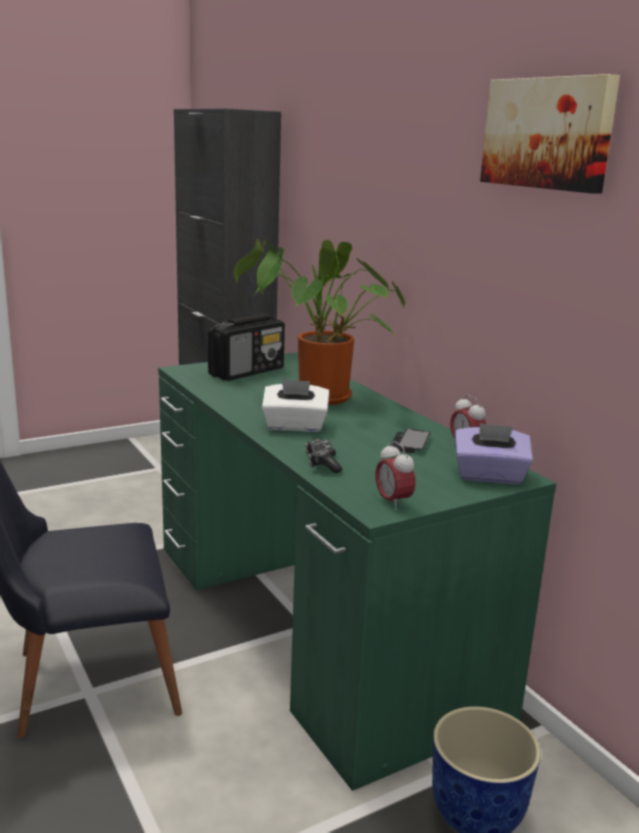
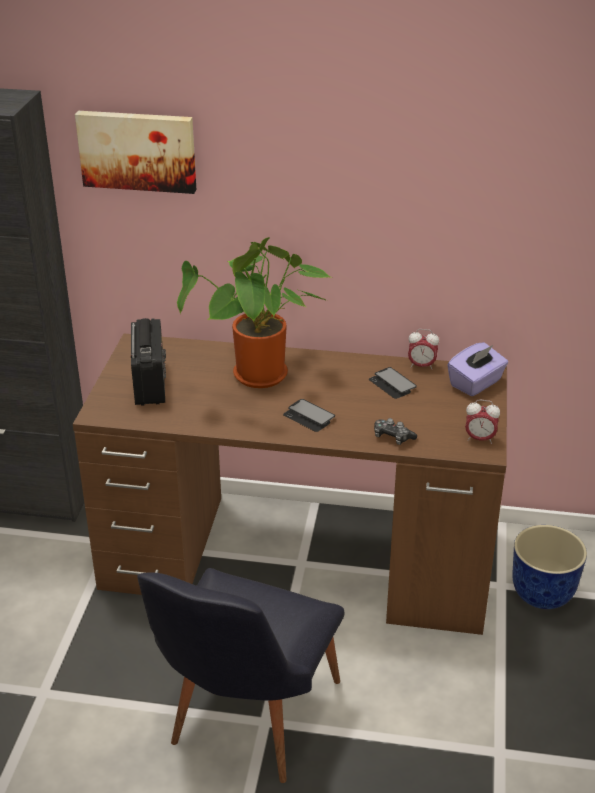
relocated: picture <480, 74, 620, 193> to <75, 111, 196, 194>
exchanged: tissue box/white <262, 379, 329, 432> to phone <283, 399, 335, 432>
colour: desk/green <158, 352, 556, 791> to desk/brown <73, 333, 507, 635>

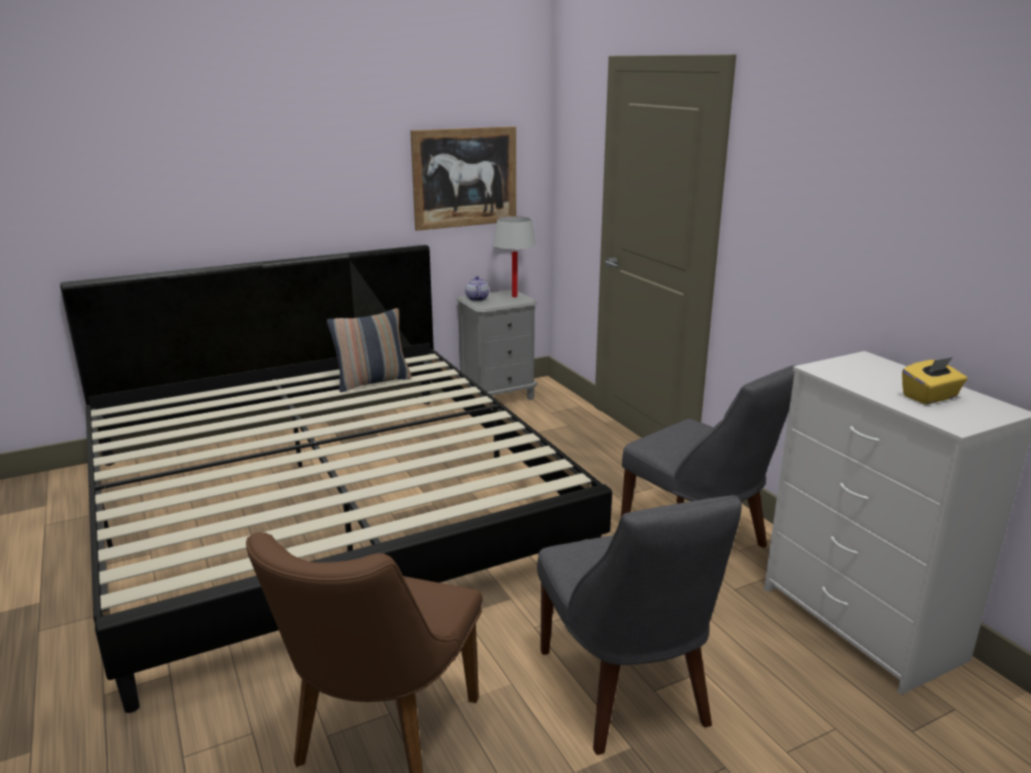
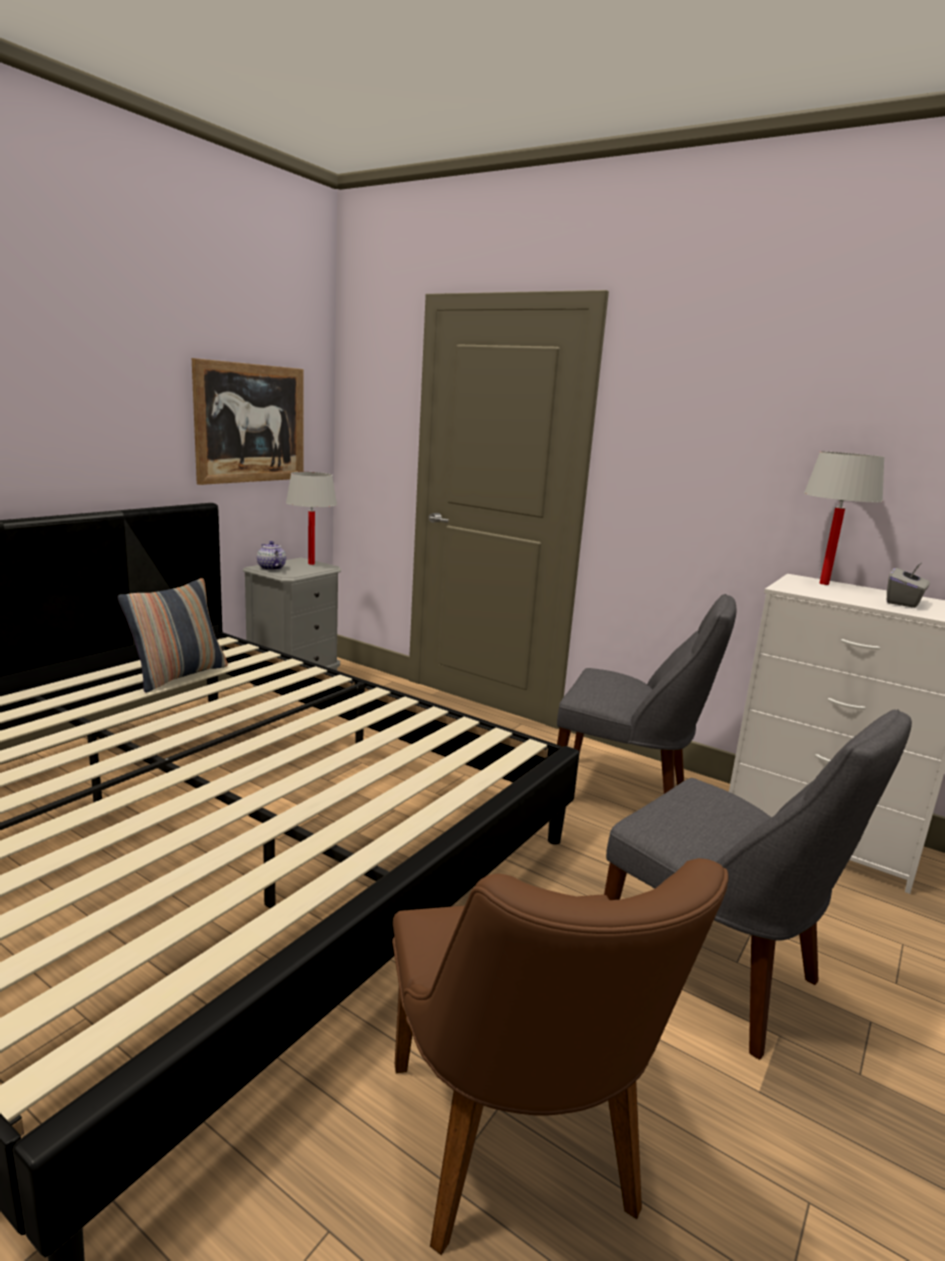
appeared: table lamp/white <804, 451, 885, 585>
colour: tissue box/yellow <902, 357, 967, 404> to tissue box/grey <887, 563, 930, 608>

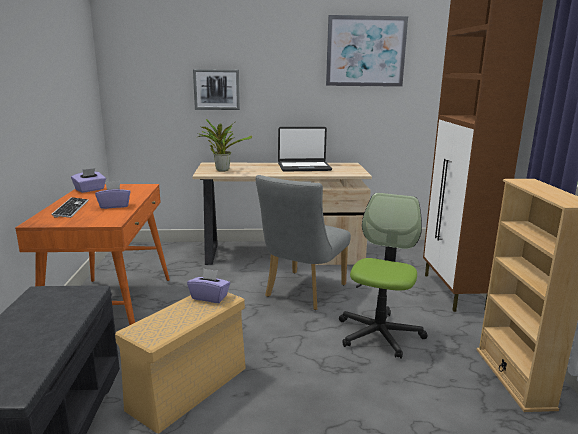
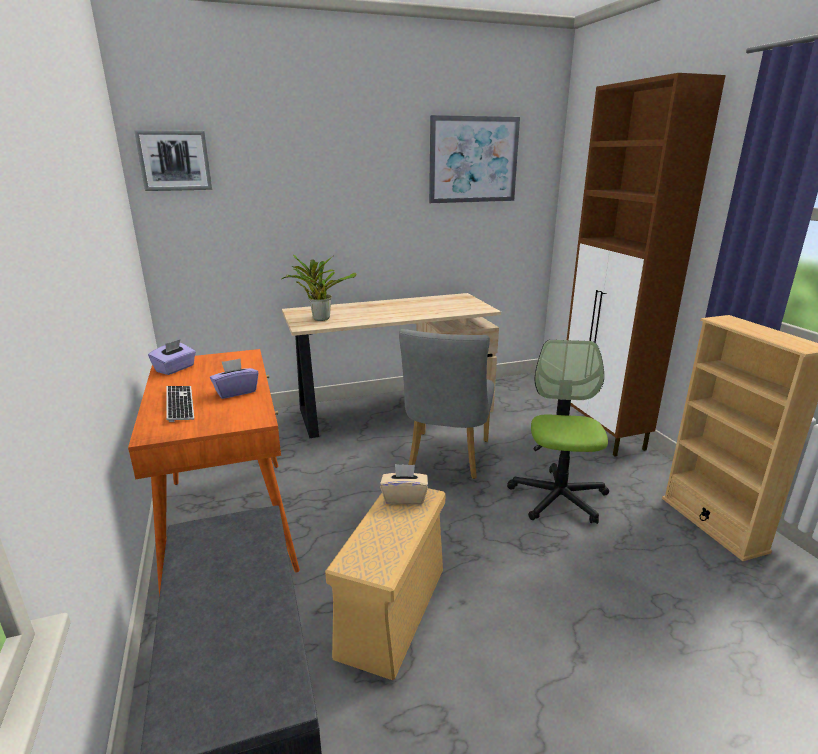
missing: laptop <278, 127, 332, 172>
relocated: picture <193, 69, 240, 110> to <134, 130, 212, 191>
colour: tissue box/purple <187, 269, 230, 303> to tissue box/beige <380, 464, 428, 505>

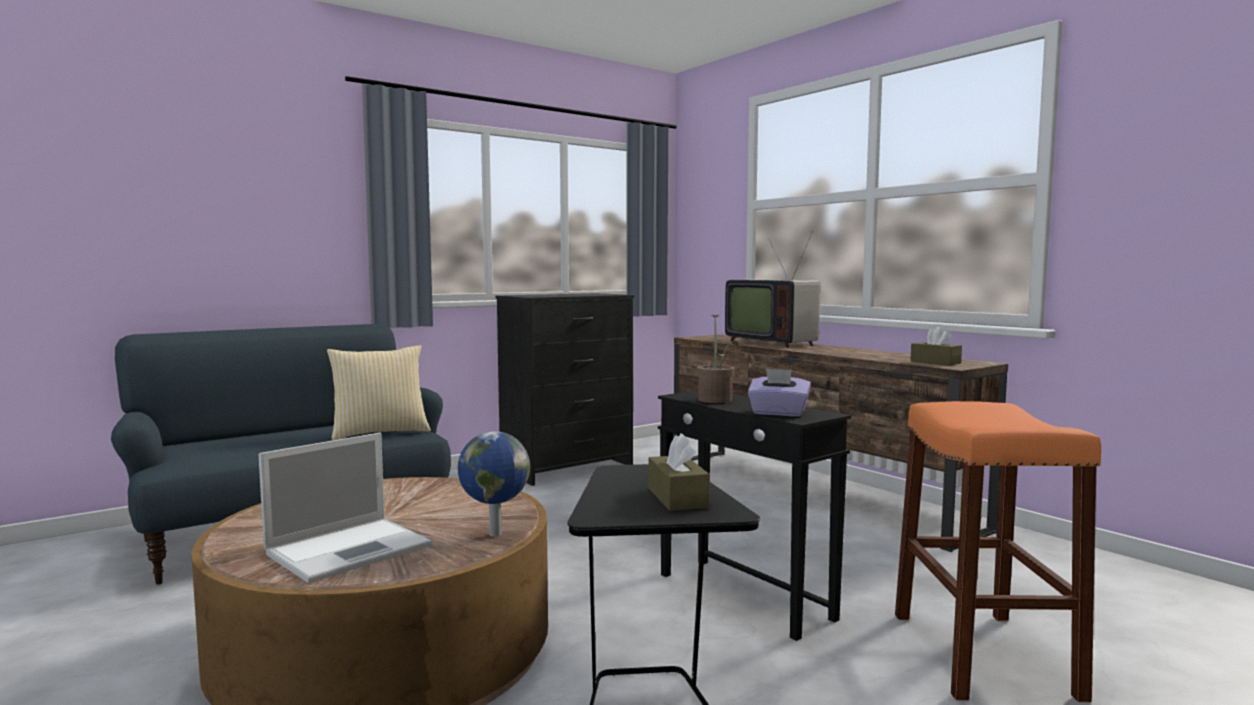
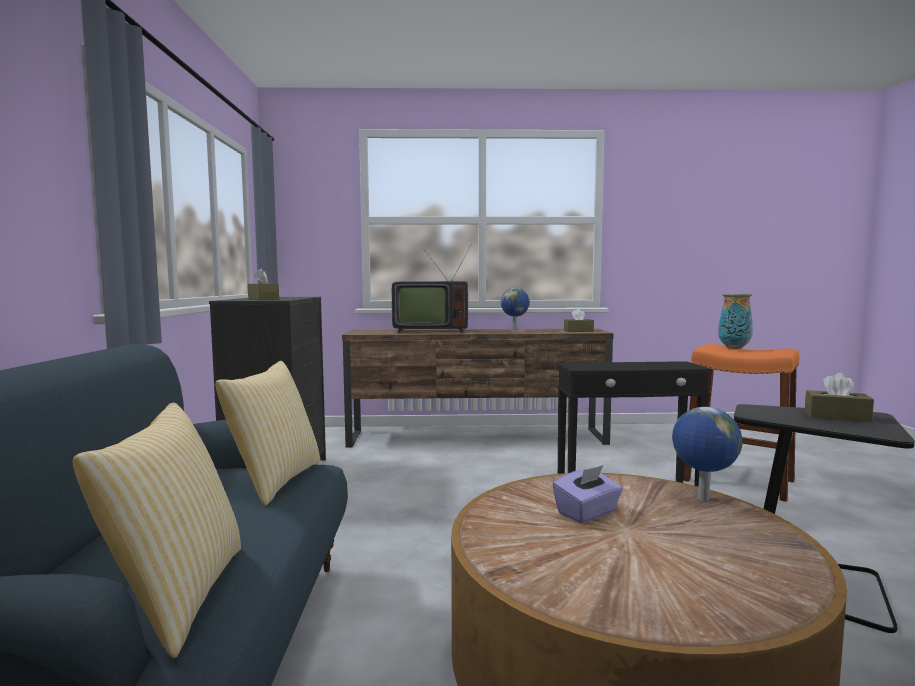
missing: potted plant <697, 315, 738, 403>; laptop <259, 433, 432, 583>
appeared: tissue box/brown <248, 268, 279, 300>; globe <501, 288, 530, 330>; vase <718, 293, 753, 349>; pillow <73, 403, 241, 658>
relocated: tissue box/purple <748, 368, 811, 417> to <552, 465, 623, 523>

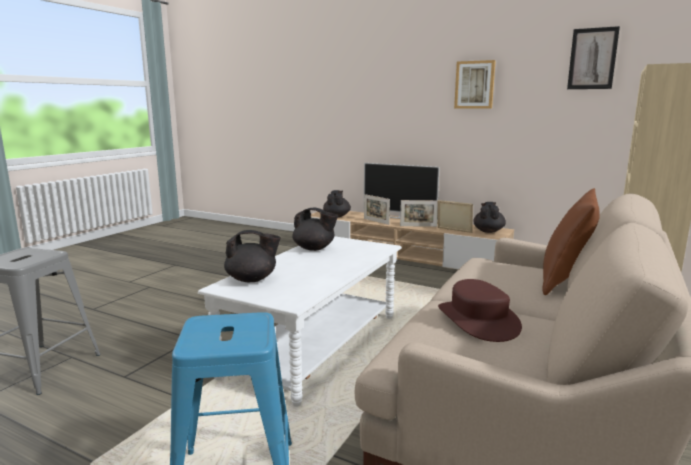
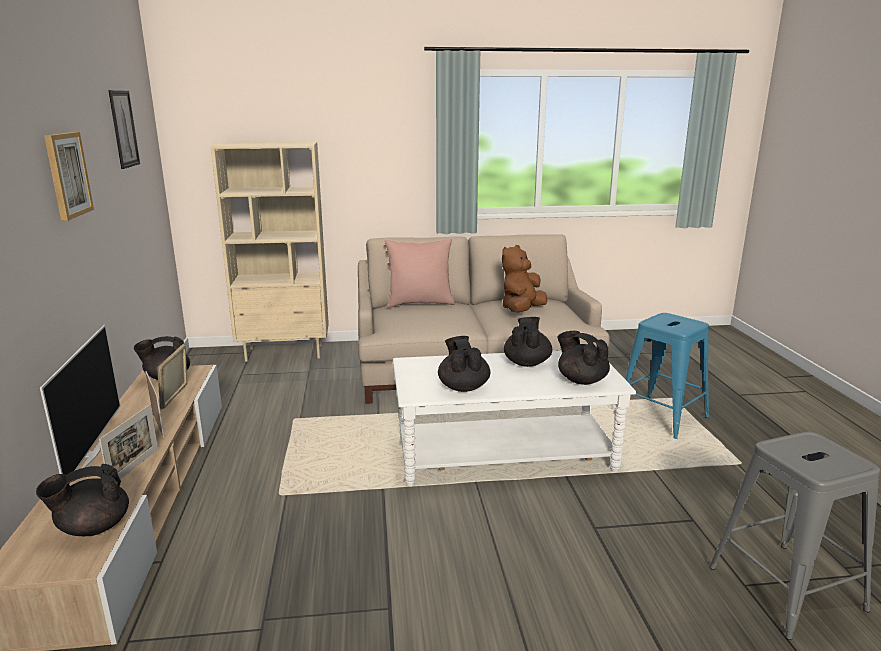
appeared: teapot/black <504, 317, 552, 367>
exchanged: hat/brown <438, 279, 522, 342> to plush toy/brown <502, 245, 547, 312>
colour: pillow/brown <542, 188, 600, 295> to pillow/pink <384, 239, 455, 308>

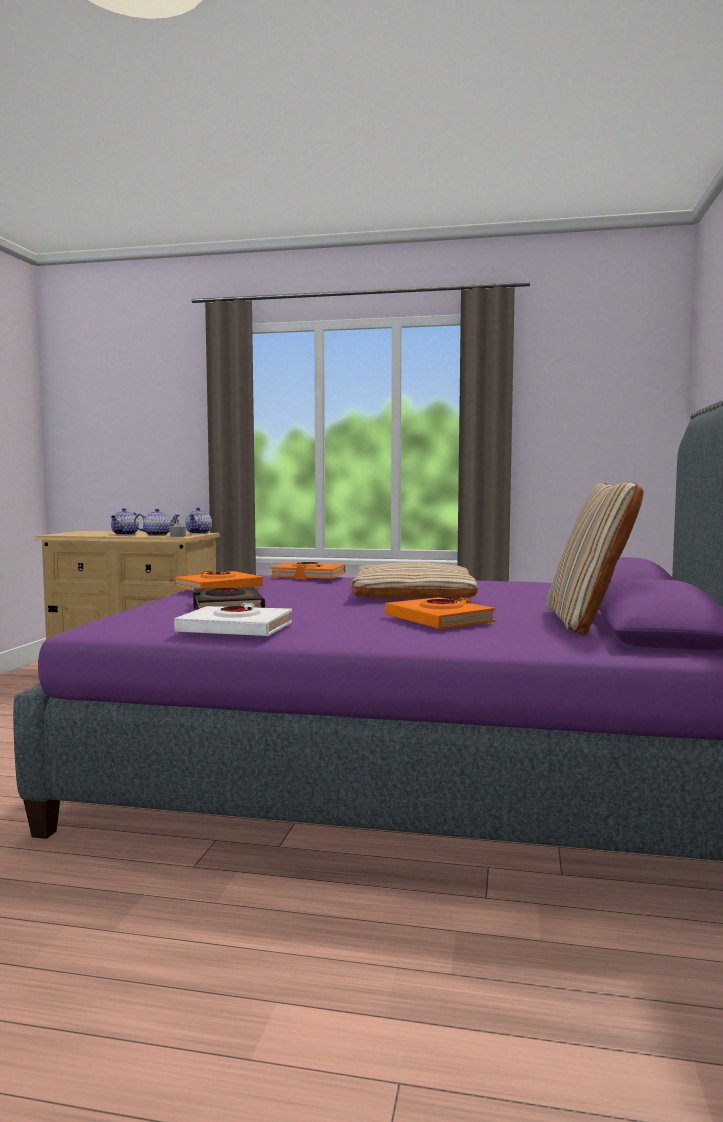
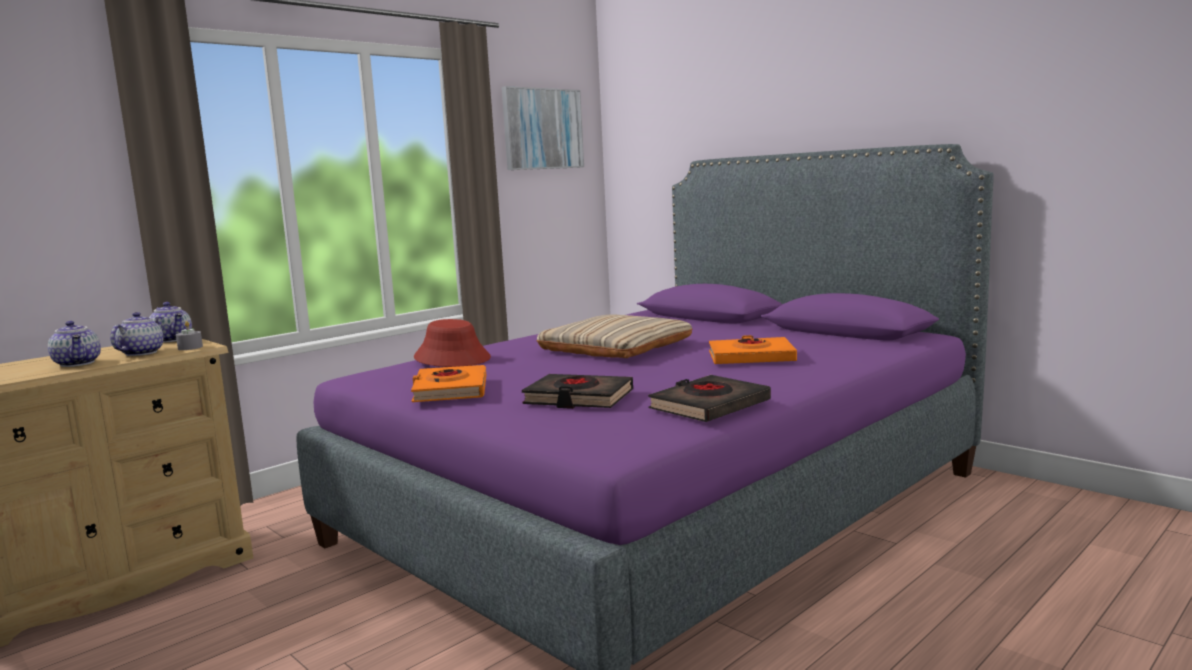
missing: pillow/beige <546, 482, 644, 634>
appeared: picture <502, 86, 584, 170>
exchanged: book/orange <271, 562, 346, 579> to hat/red <414, 319, 491, 367>
colour: book/white <174, 603, 292, 636> to book/black <648, 375, 771, 422>

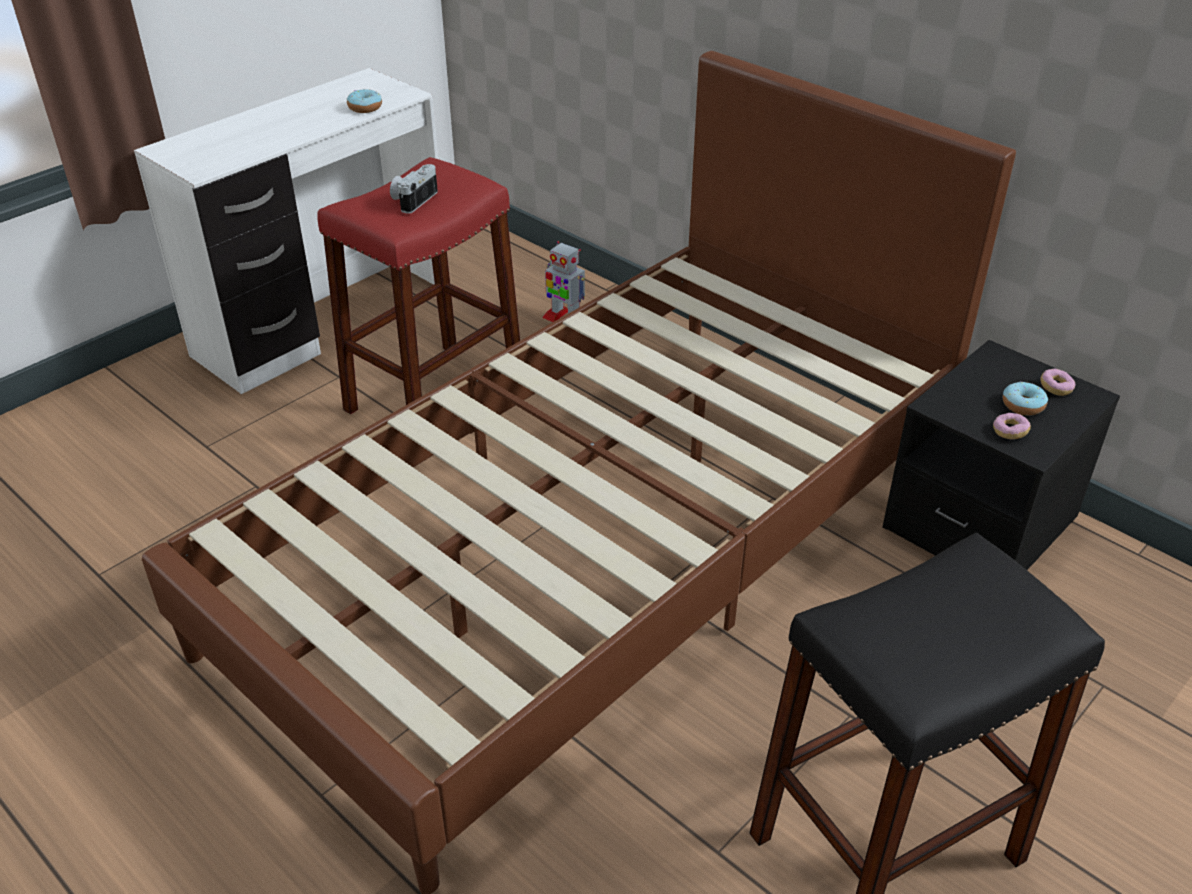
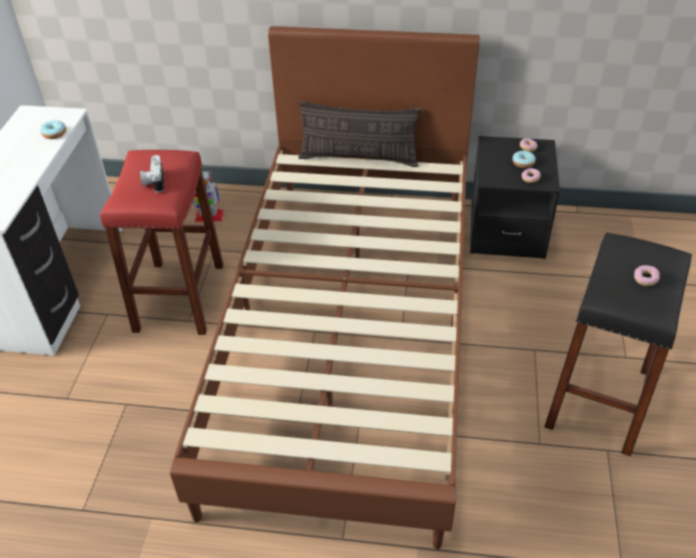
appeared: pillow <298, 101, 421, 167>; donut <634, 265, 660, 286>

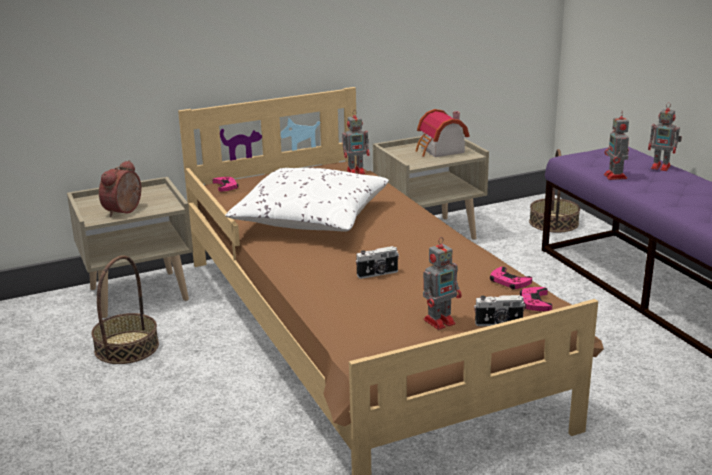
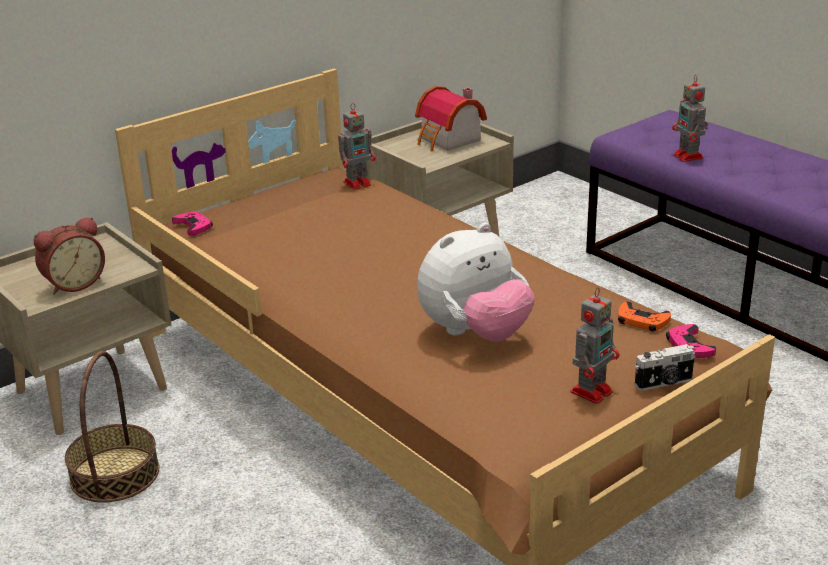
missing: toy robot <648, 102, 682, 171>; basket <529, 149, 580, 233>; pillow/white <225, 168, 389, 231>
exchanged: photo camera <355, 246, 399, 279> to plush toy <417, 223, 535, 342>
colour: game controller/pink <490, 266, 532, 289> to game controller/orange <618, 301, 671, 331>
spun: alarm clock <99, 160, 141, 217> = <34, 217, 105, 295> 135 degrees counterclockwise

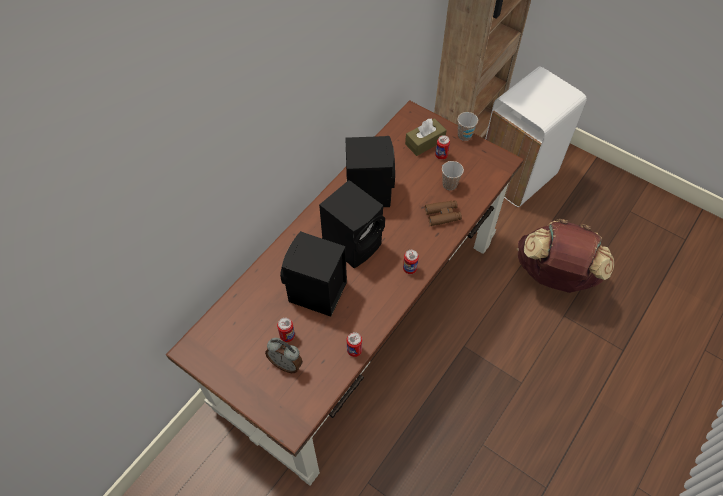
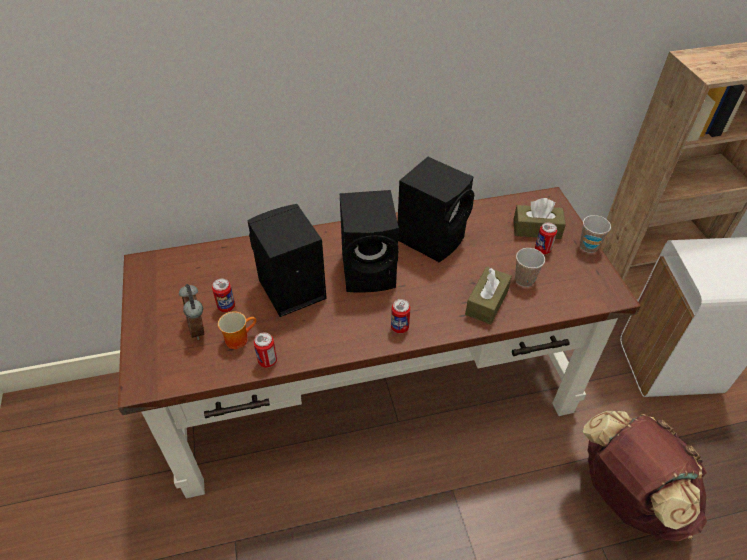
appeared: mug <218, 311, 256, 349>
exchanged: binoculars/brown <425, 200, 462, 226> to tissue box/brown <465, 267, 512, 325>

